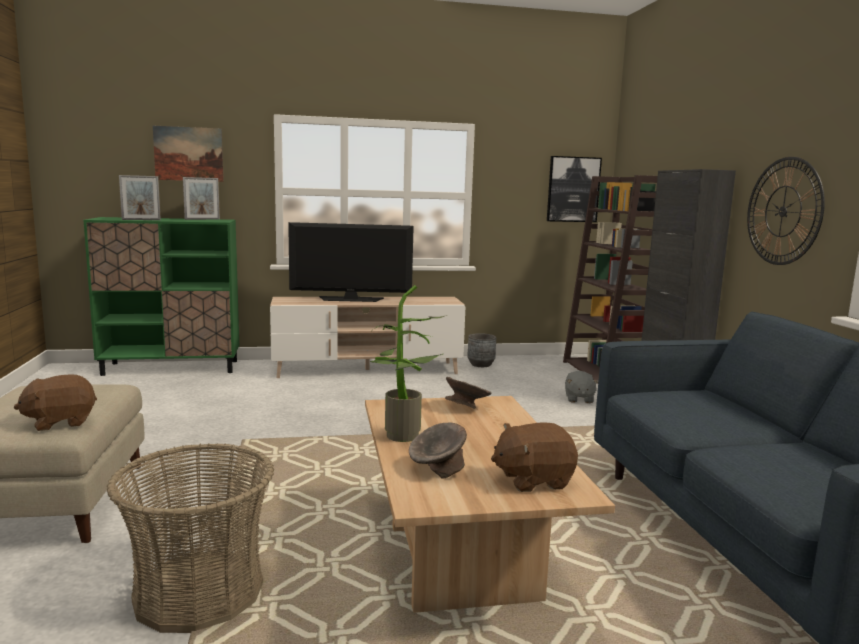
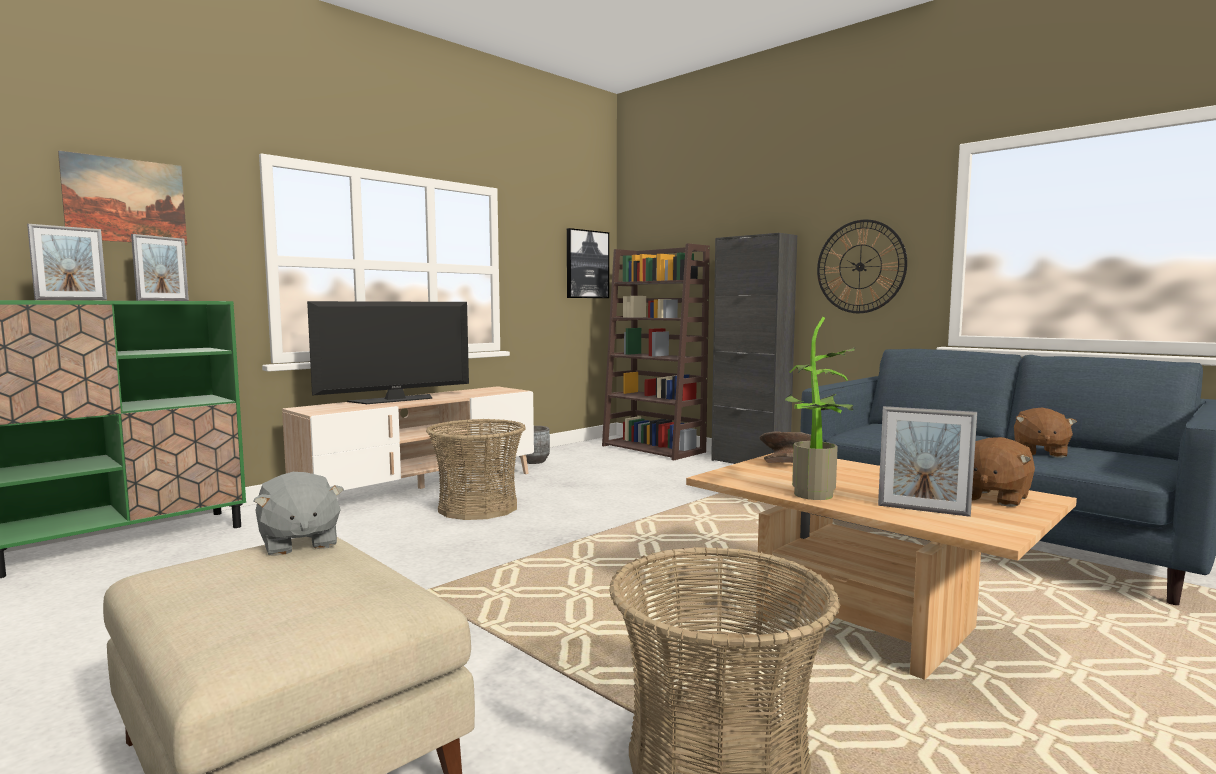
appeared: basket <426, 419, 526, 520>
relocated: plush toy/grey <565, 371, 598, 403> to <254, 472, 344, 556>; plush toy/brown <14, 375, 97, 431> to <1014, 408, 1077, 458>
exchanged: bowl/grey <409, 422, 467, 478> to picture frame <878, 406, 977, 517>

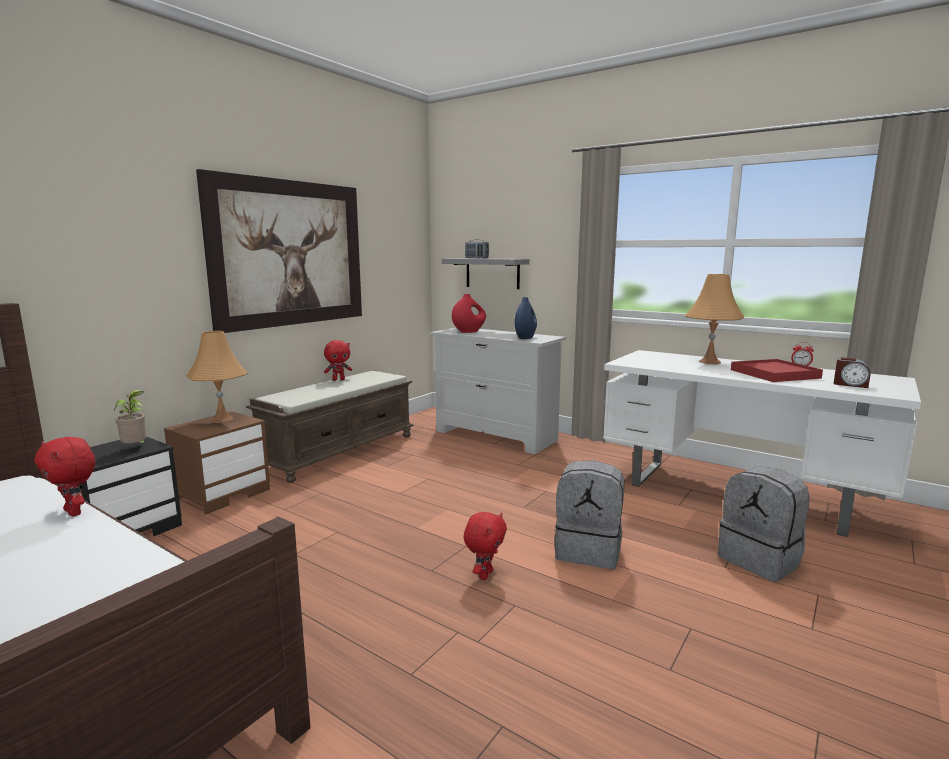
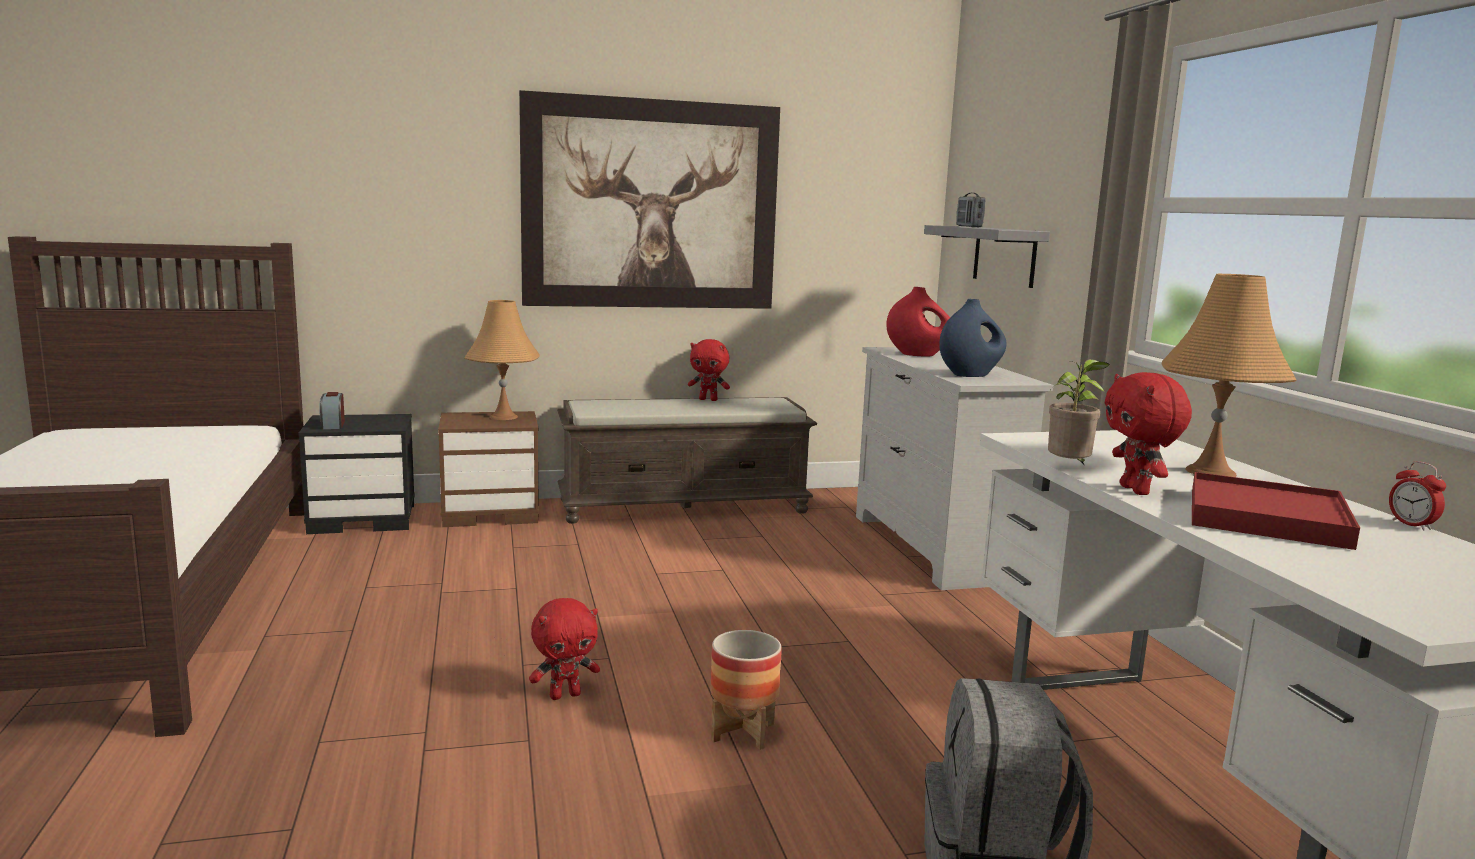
relocated: alarm clock <834, 357, 870, 388> to <319, 392, 345, 429>; potted plant <114, 390, 146, 444> to <1048, 359, 1110, 464>; plush toy/red <35, 437, 95, 516> to <1105, 372, 1192, 495>
exchanged: backpack/grey <554, 460, 625, 569> to planter <711, 630, 782, 750>

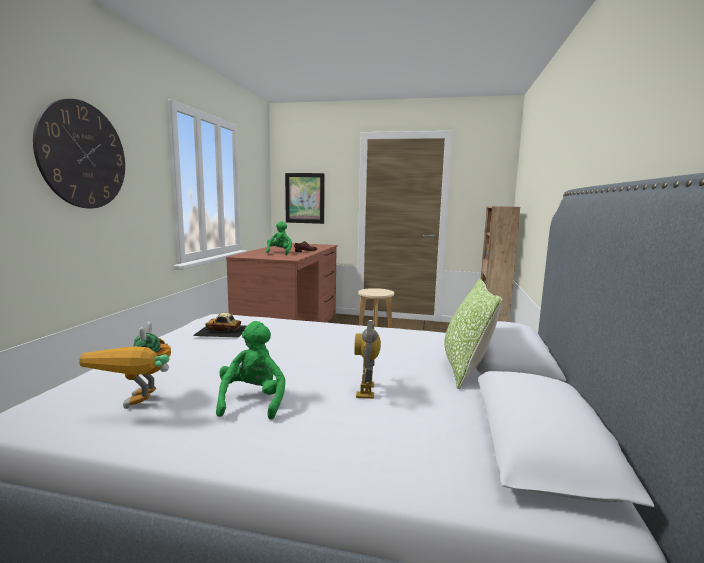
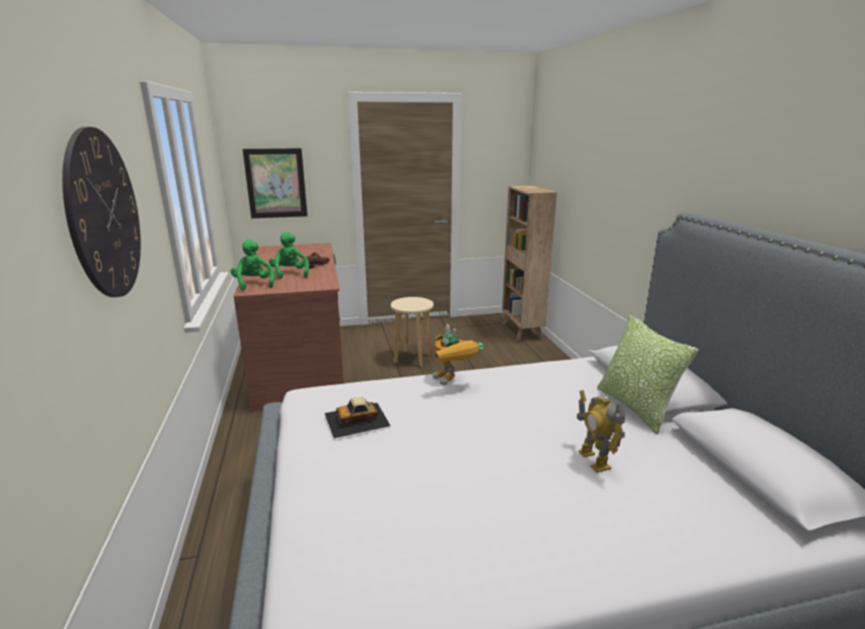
relocated: plush toy/green <216, 321, 285, 420> to <230, 239, 274, 290>; toy robot <79, 322, 171, 409> to <433, 324, 483, 385>

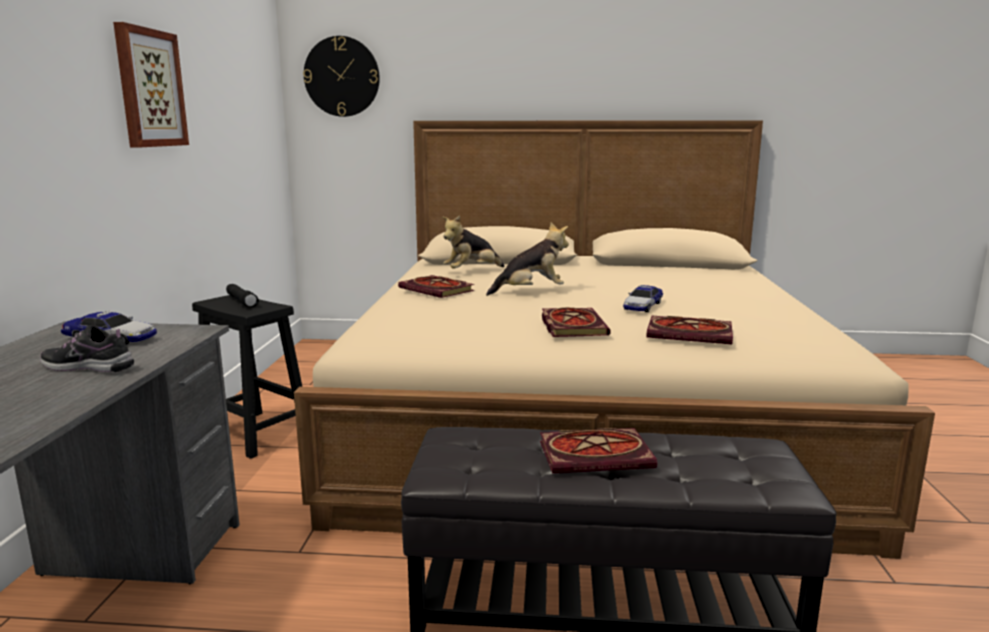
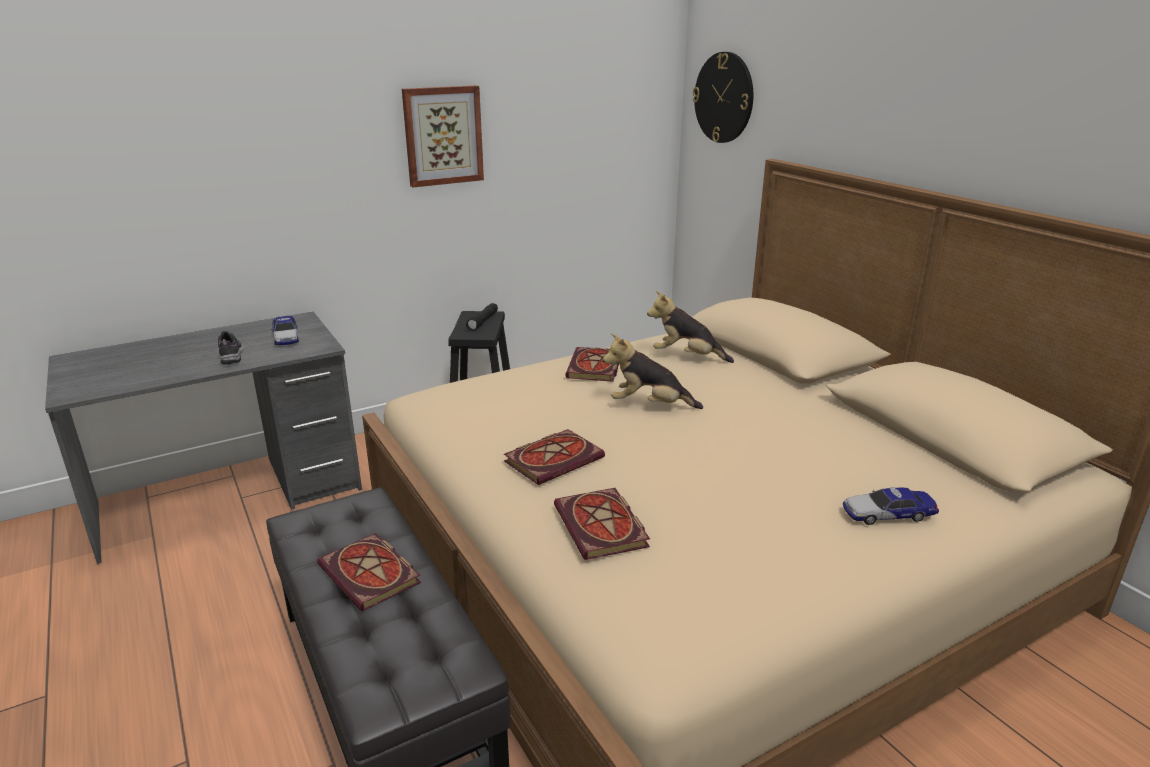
relocated: toy car <623, 285, 663, 312> to <843, 487, 939, 525>
spun: plush toy <486, 223, 569, 296> = <603, 333, 703, 409> 150 degrees clockwise

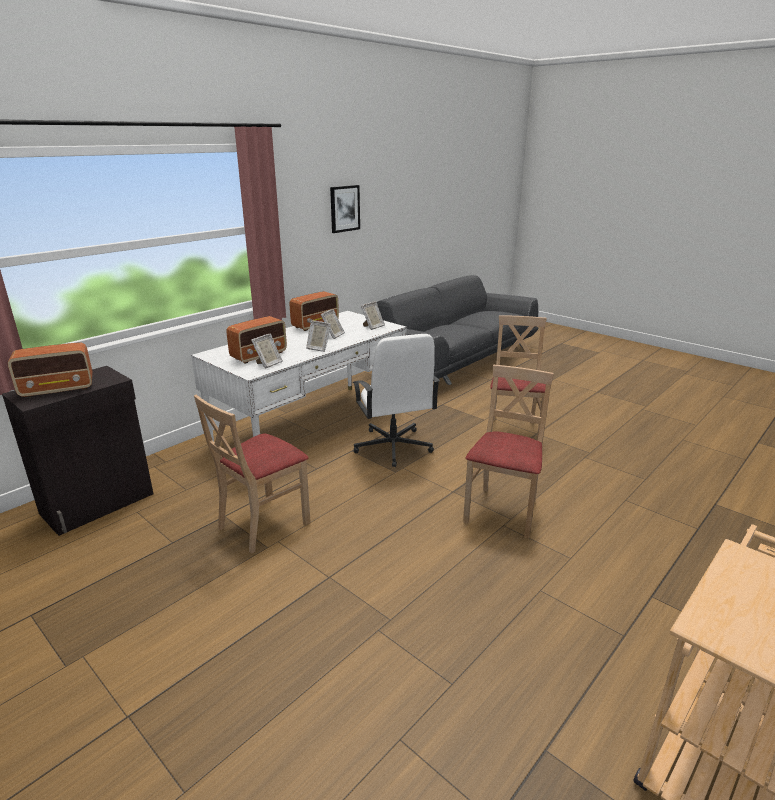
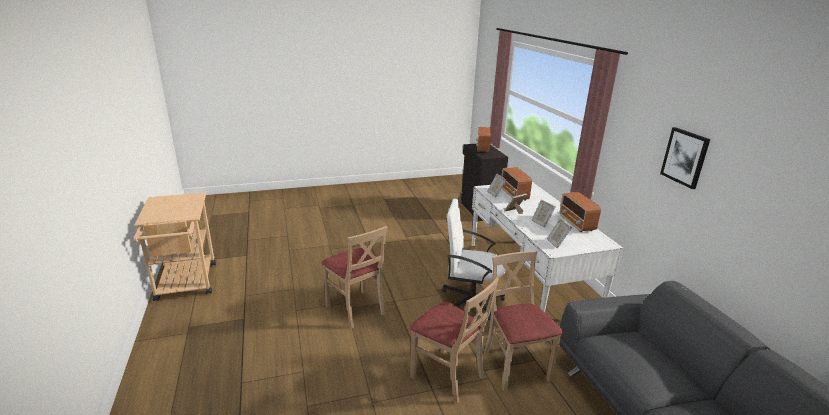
relocated: chair/beige <194, 395, 311, 554> to <484, 251, 564, 392>

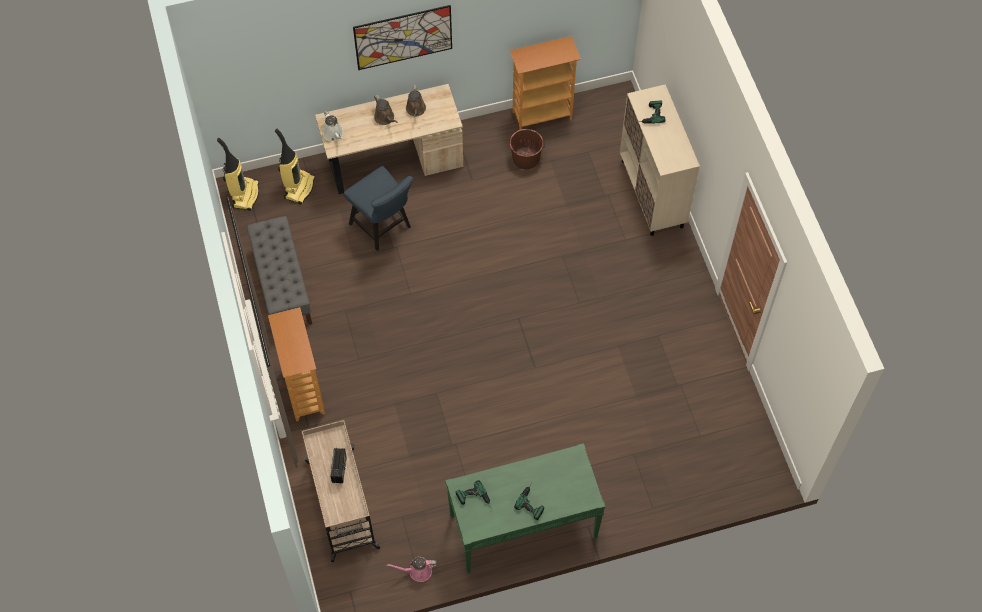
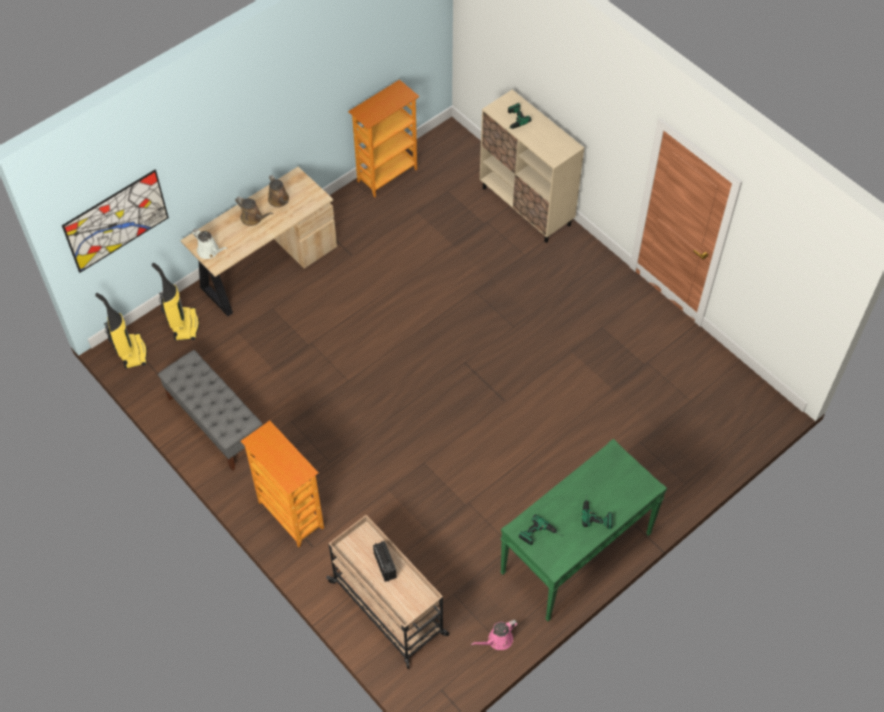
missing: bucket/brown <509, 129, 545, 169>; chair/blue <344, 166, 414, 251>
relocated: picture <353, 5, 452, 70> to <62, 169, 169, 273>

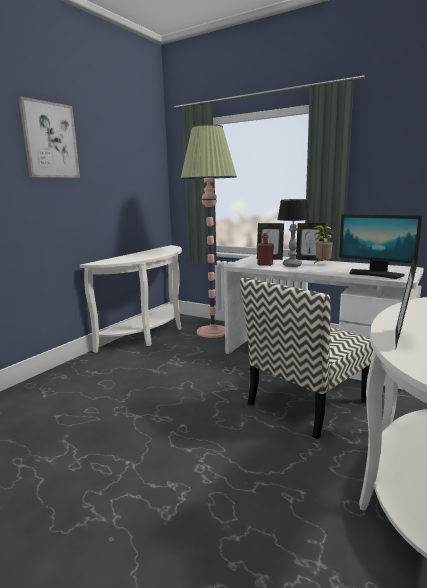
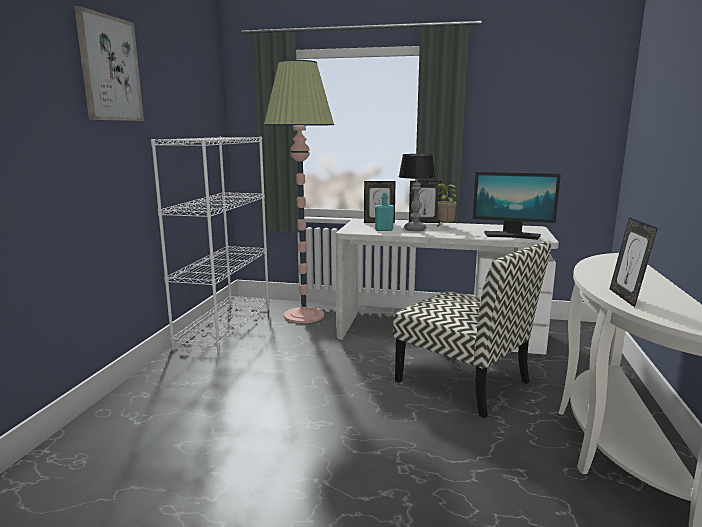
exchanged: console table/white <80, 245, 182, 353> to bookcase/white <151, 137, 269, 355>
colour: bottle/red <257, 233, 274, 266> to bottle/turquoise <375, 193, 395, 231>
spun: chair <240, 278, 374, 439> = <393, 241, 551, 418> 75 degrees counterclockwise

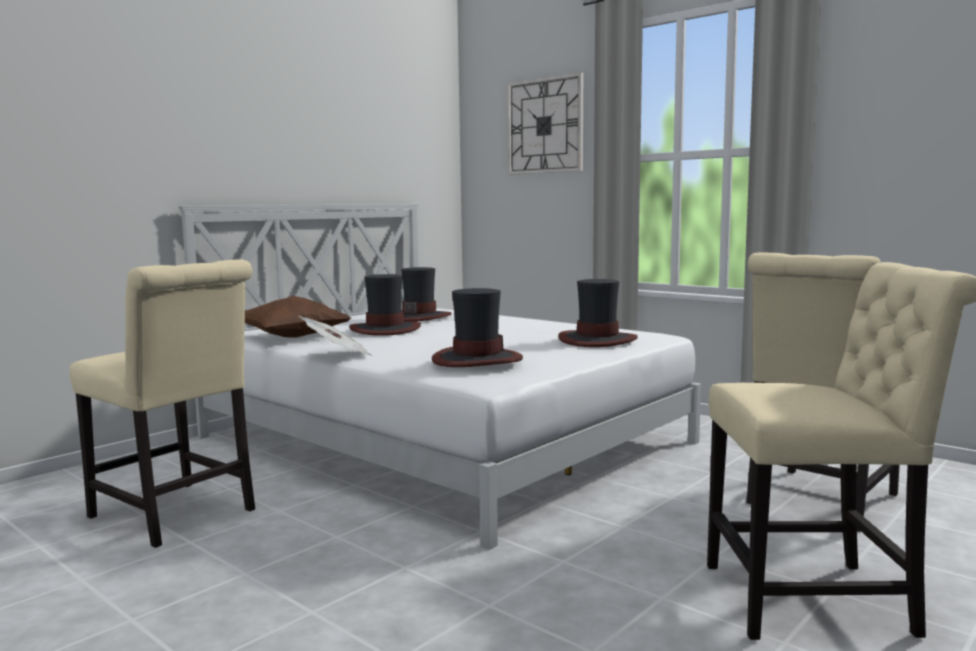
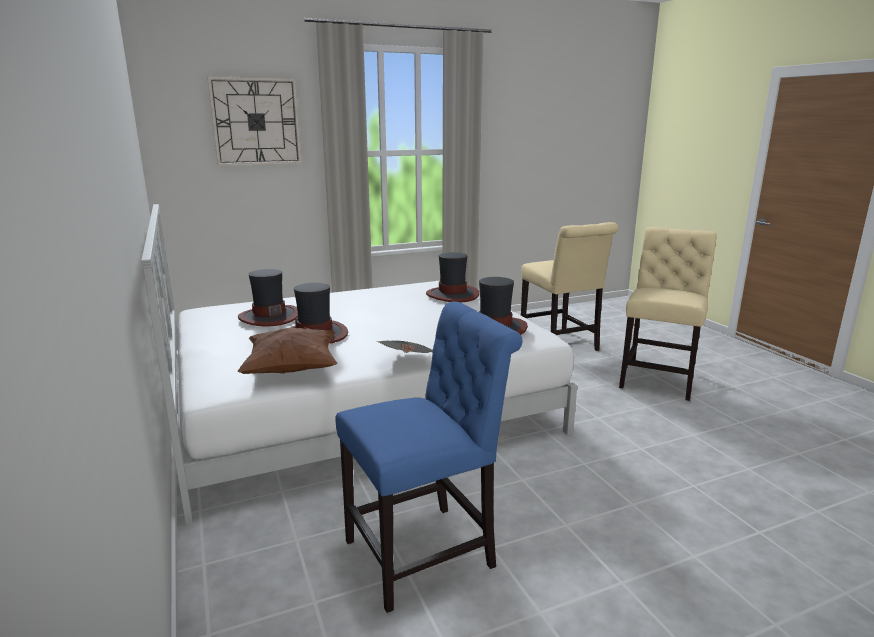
colour: chair/beige <69, 259, 255, 548> to chair/blue <335, 302, 522, 613>

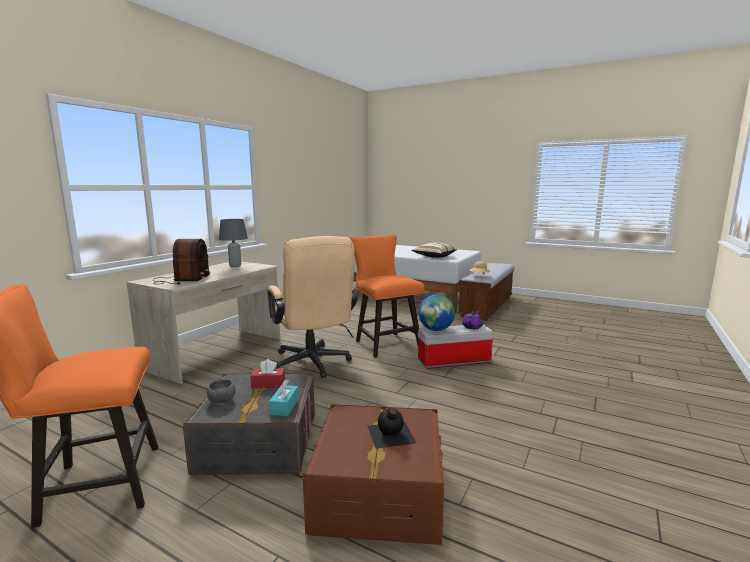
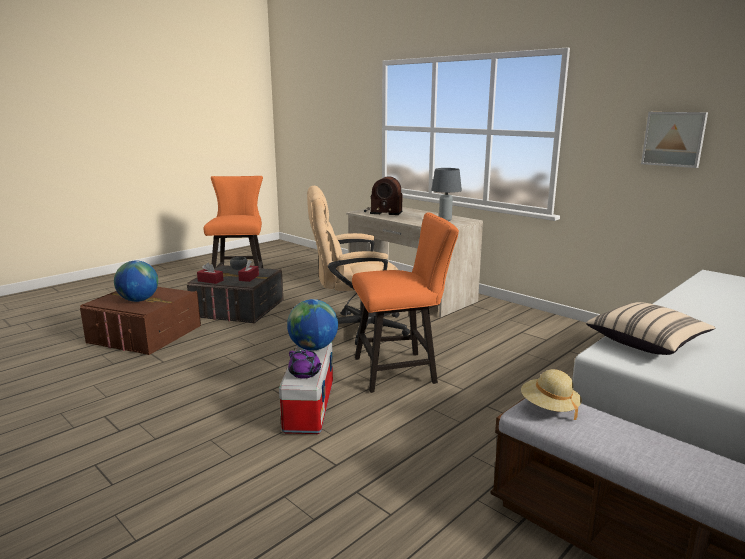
appeared: picture <641, 112, 708, 168>
exchanged: bottle/black <367, 408, 416, 449> to globe <114, 260, 158, 302>
colour: tissue box/turquoise <269, 379, 299, 416> to tissue box/red <197, 263, 223, 284>

